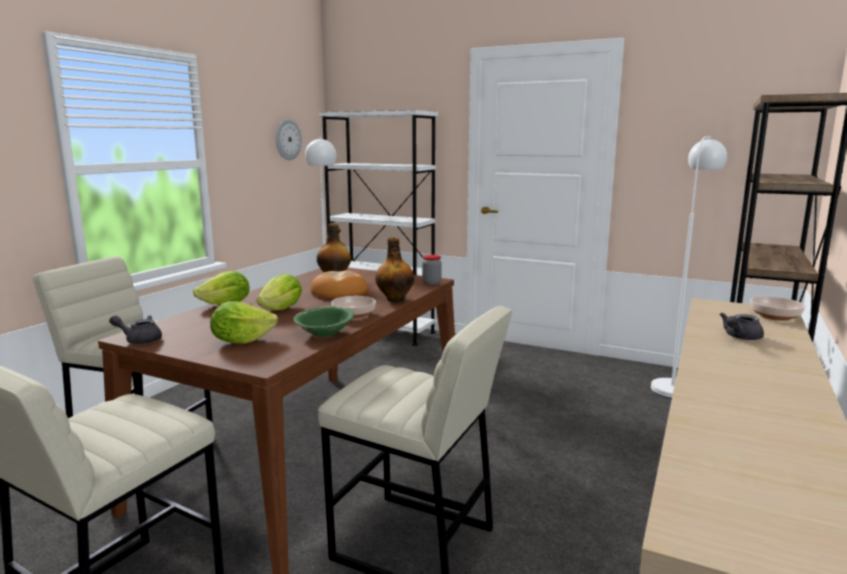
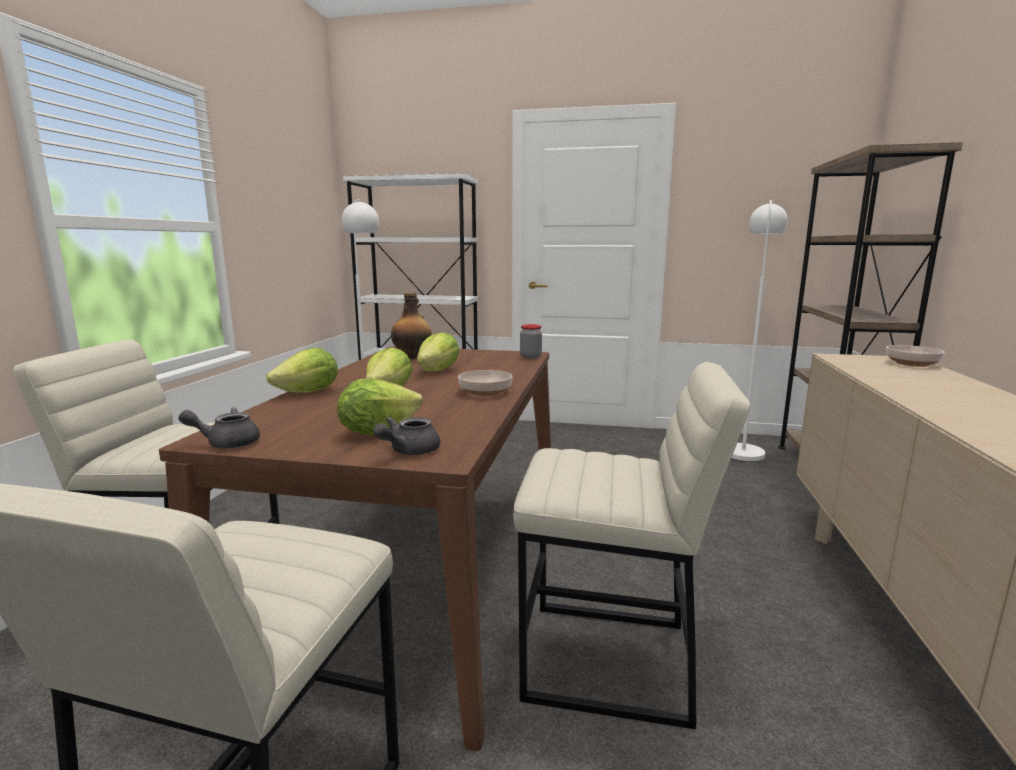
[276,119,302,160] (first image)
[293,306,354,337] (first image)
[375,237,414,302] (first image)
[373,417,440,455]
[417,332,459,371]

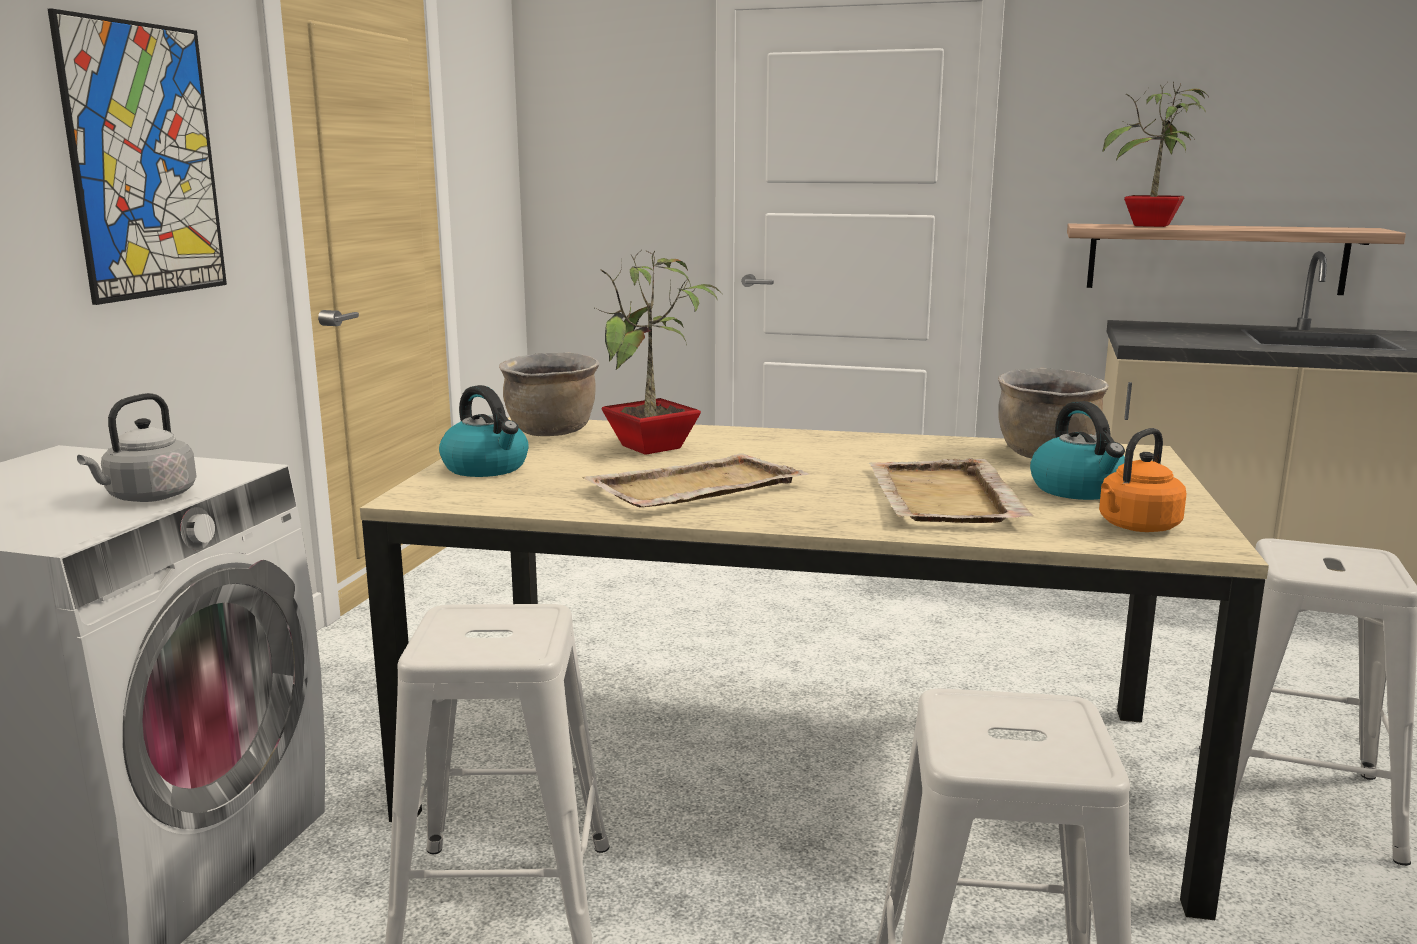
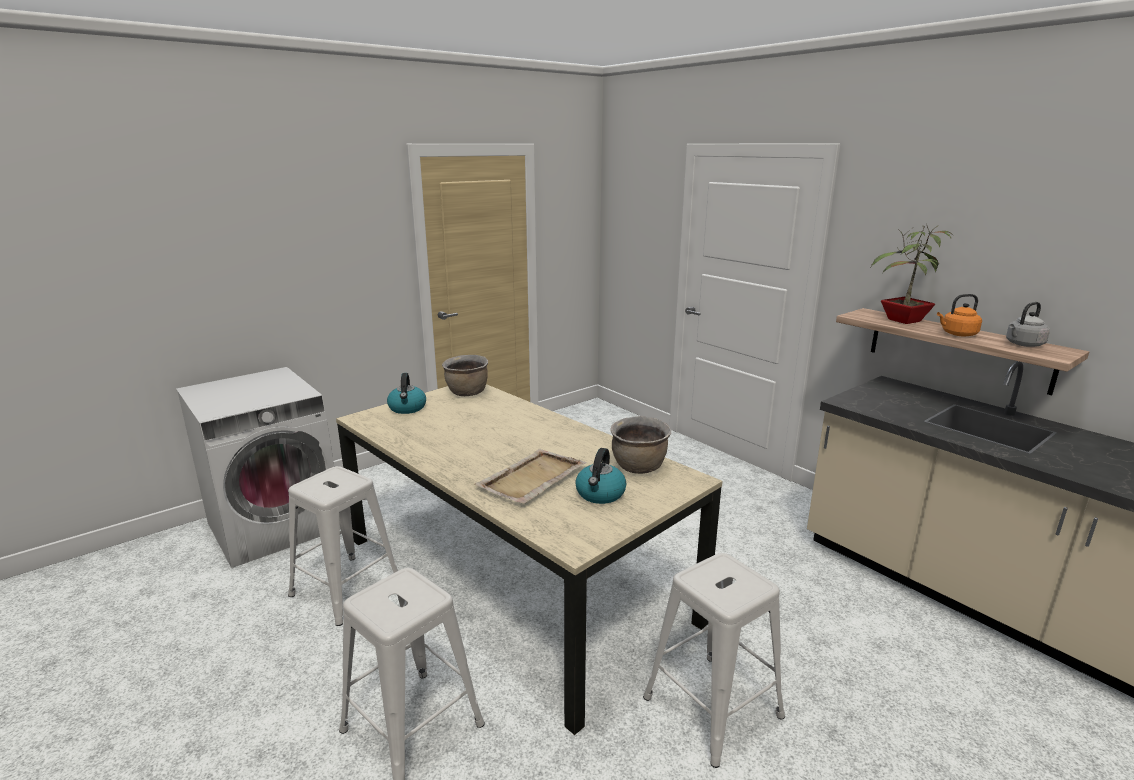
[48,9,227,305] (first image)
[582,453,809,507] (first image)
[595,250,723,455] (first image)
[1006,302,1050,347]
[937,294,982,336]

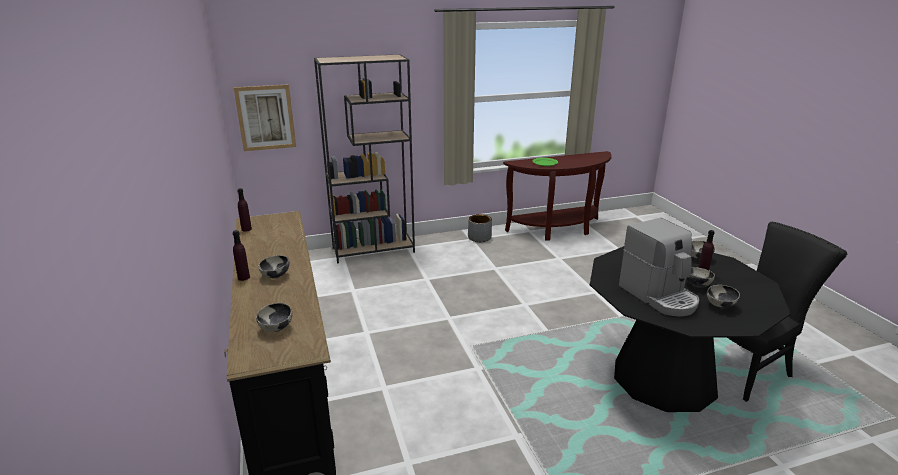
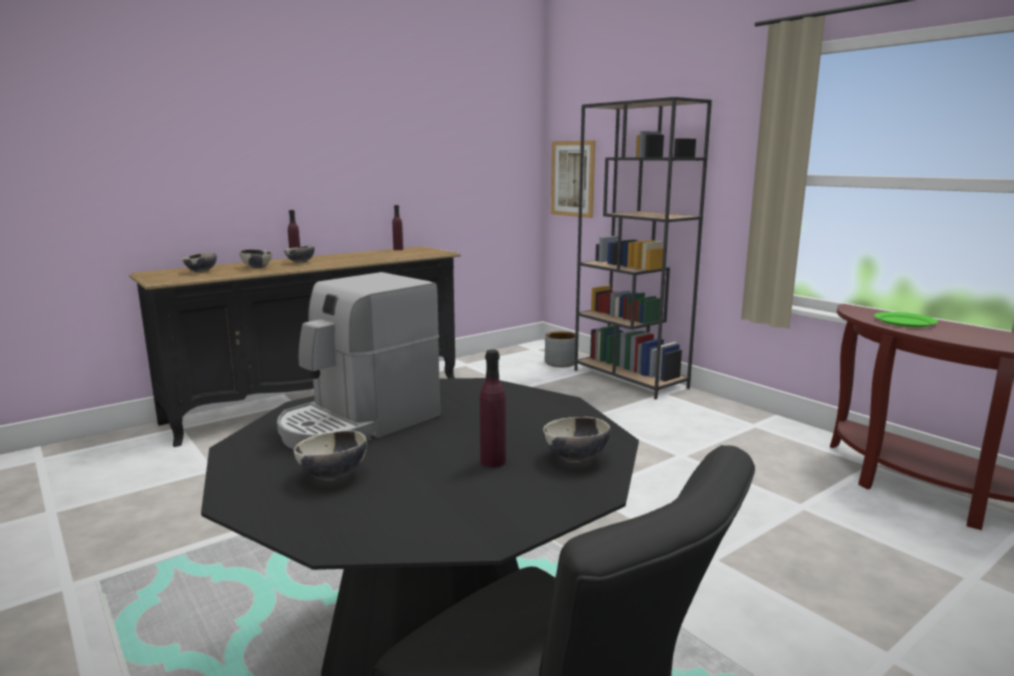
[545,331,575,367]
[240,249,273,268]

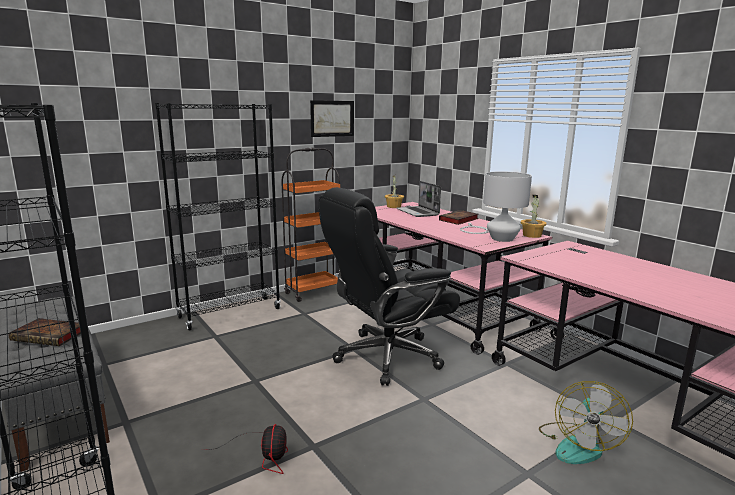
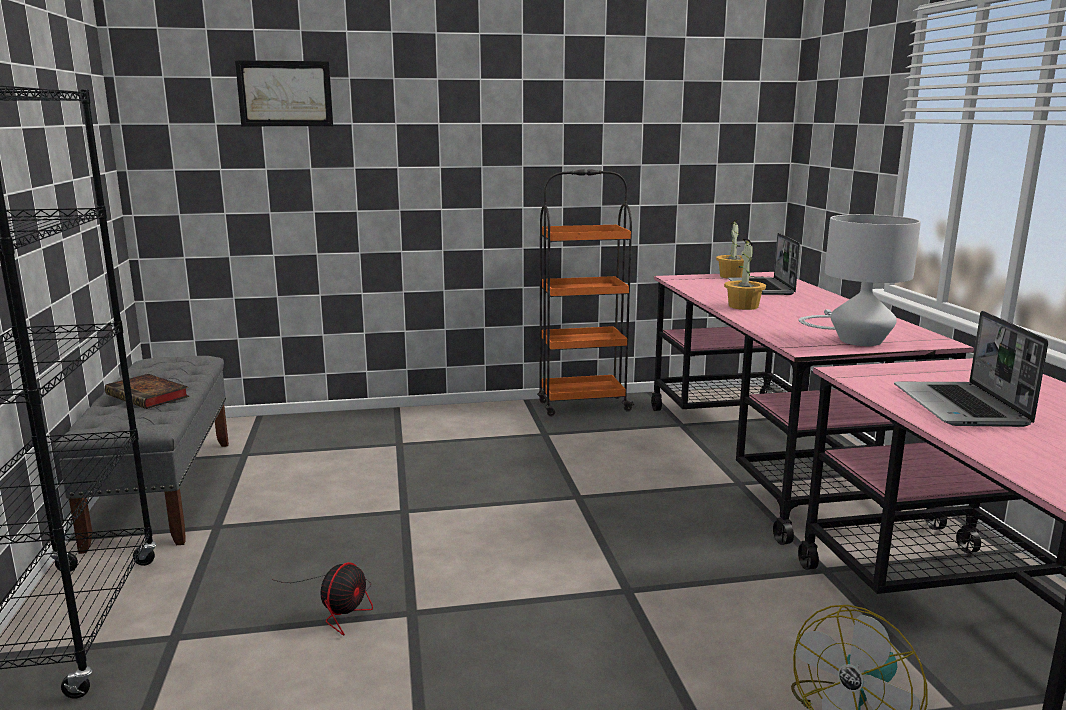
[155,103,281,331] (first image)
[319,187,460,386] (first image)
[439,210,479,225] (first image)
[894,311,1048,427]
[235,60,333,126]
[724,239,766,310]

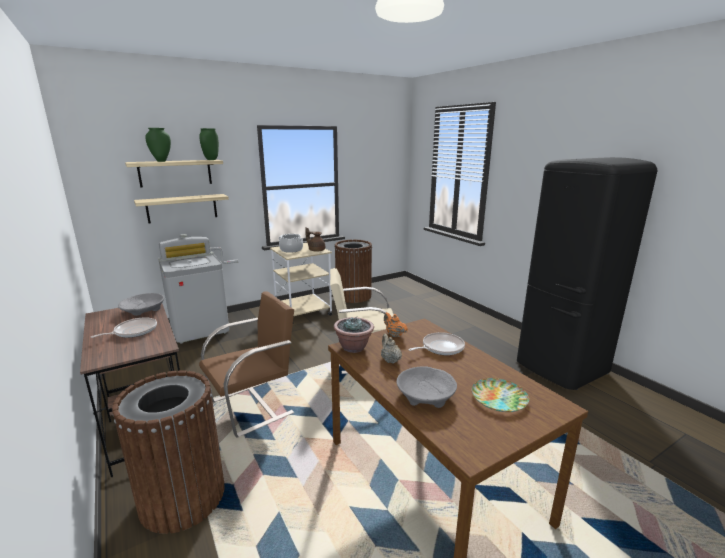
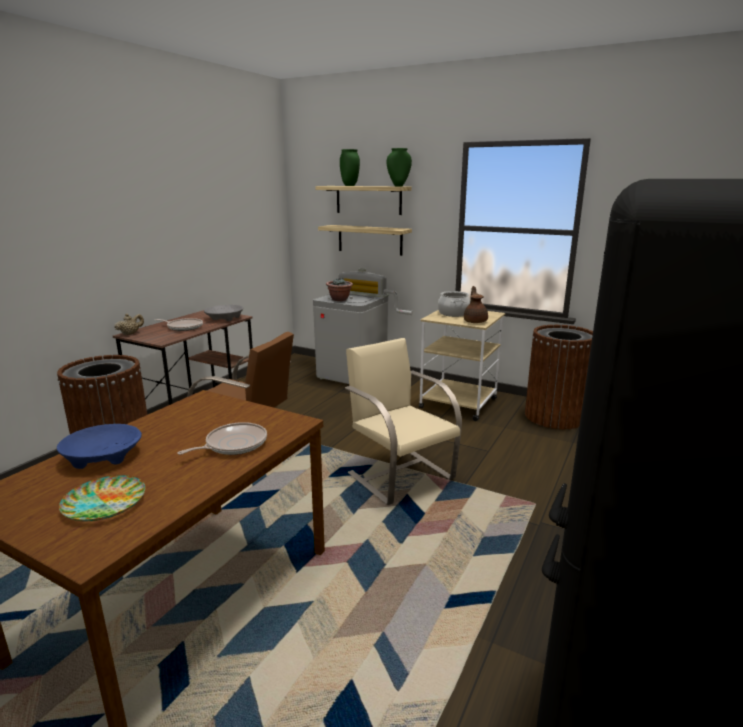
[384,312,408,337] (first image)
[326,278,353,301]
[114,313,144,335]
[57,424,142,469]
[177,422,267,455]

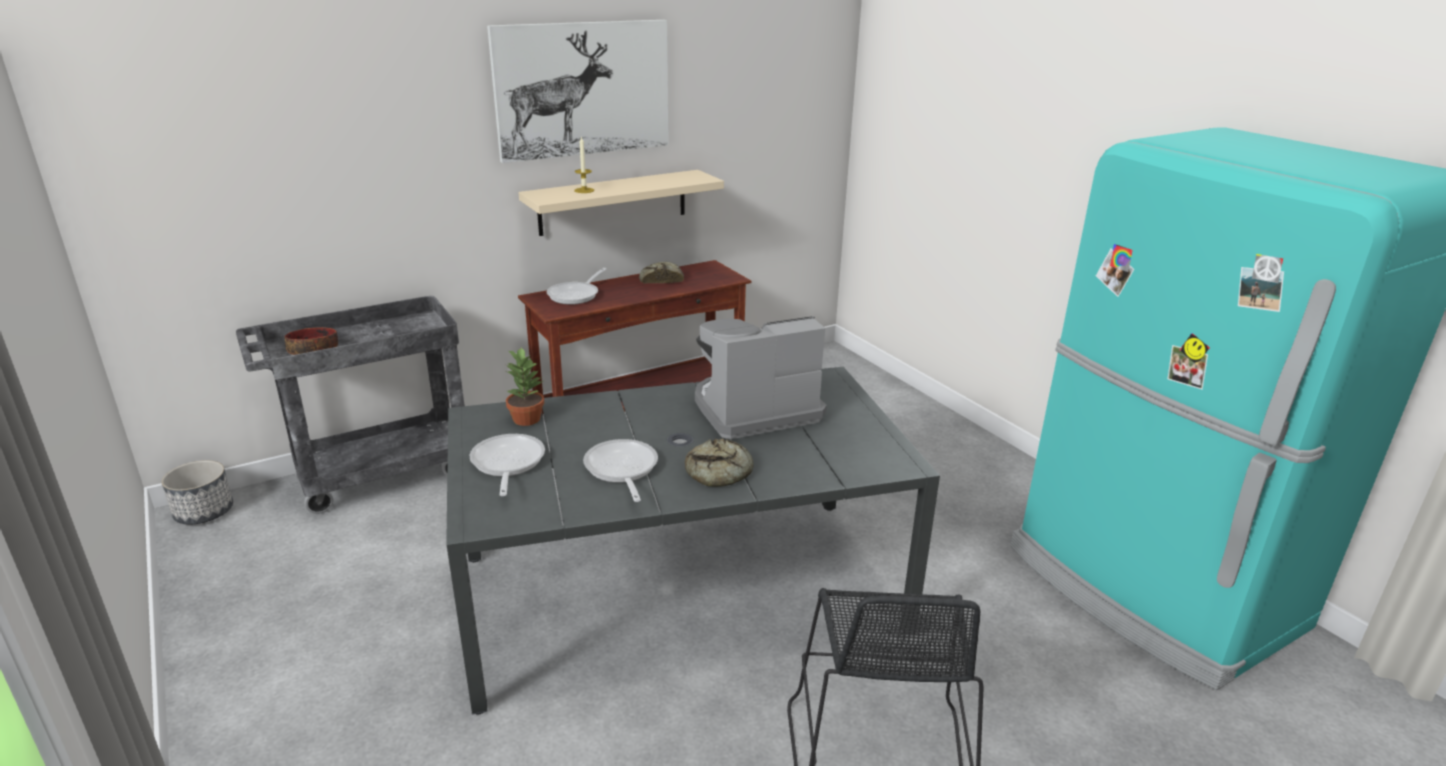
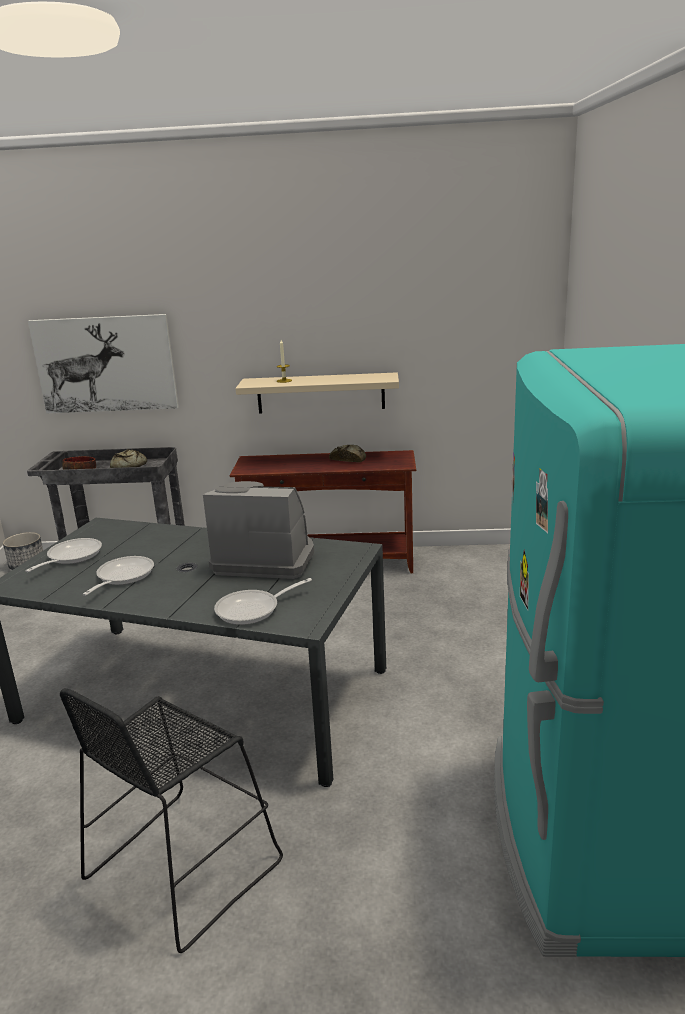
[506,347,544,426] (first image)
[28,314,179,413]
[214,578,312,625]
[110,449,147,468]

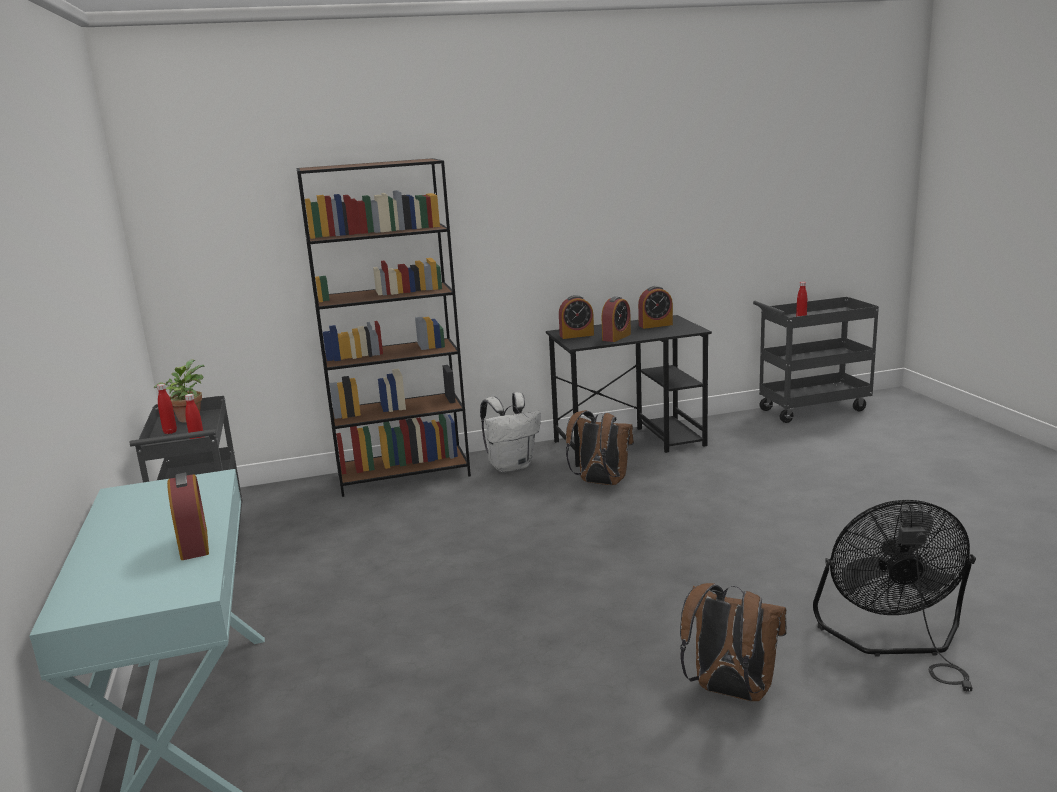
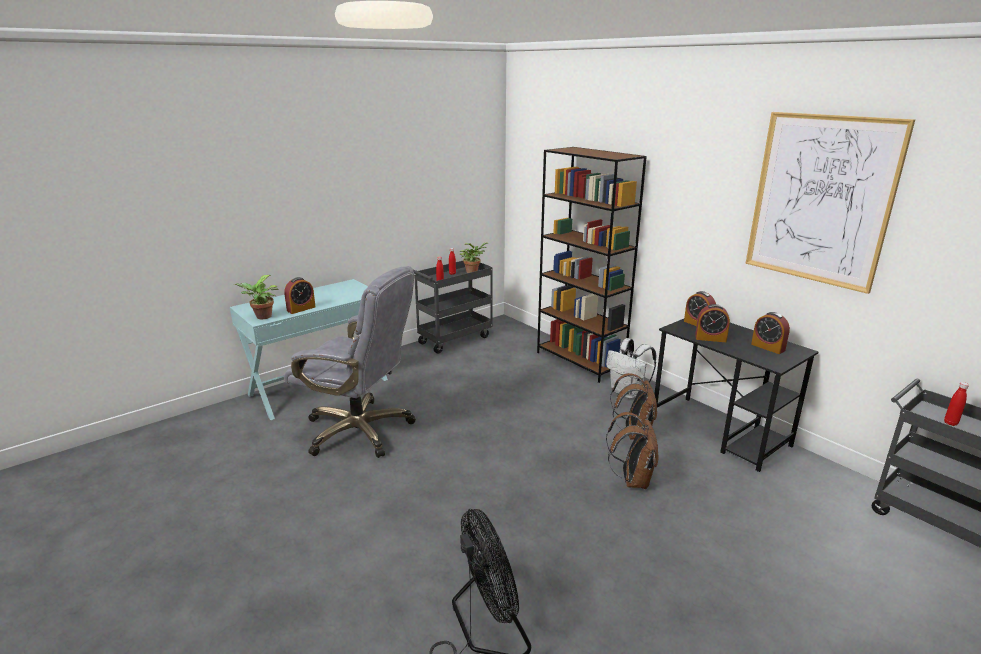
[234,275,278,319]
[284,266,416,458]
[745,112,916,294]
[606,412,658,489]

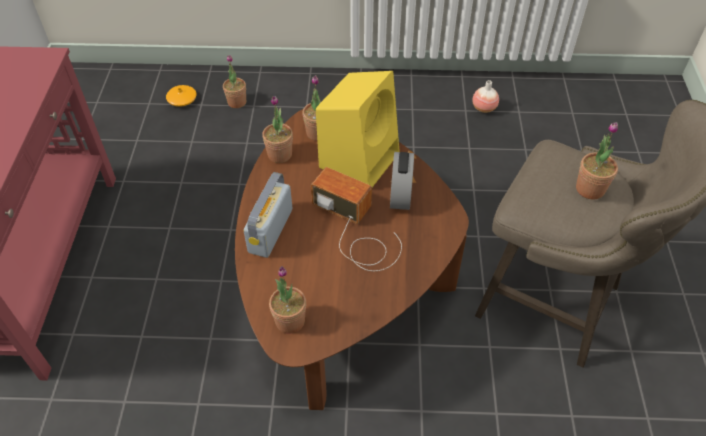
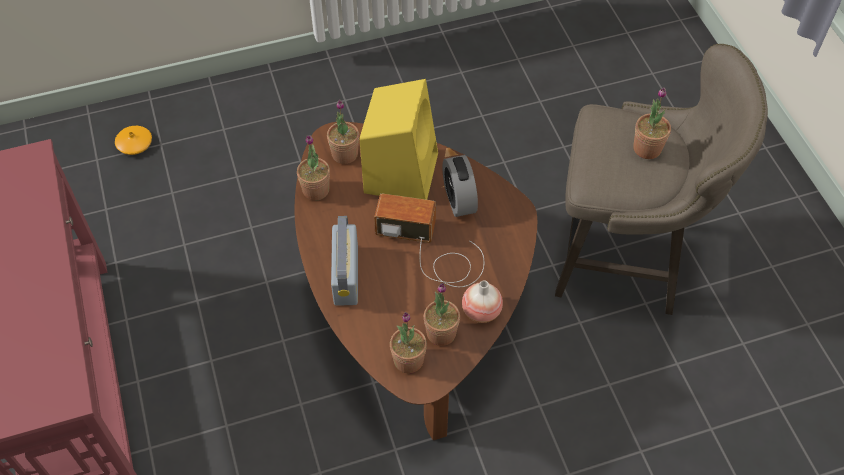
[424,283,460,346]
[462,280,503,323]

